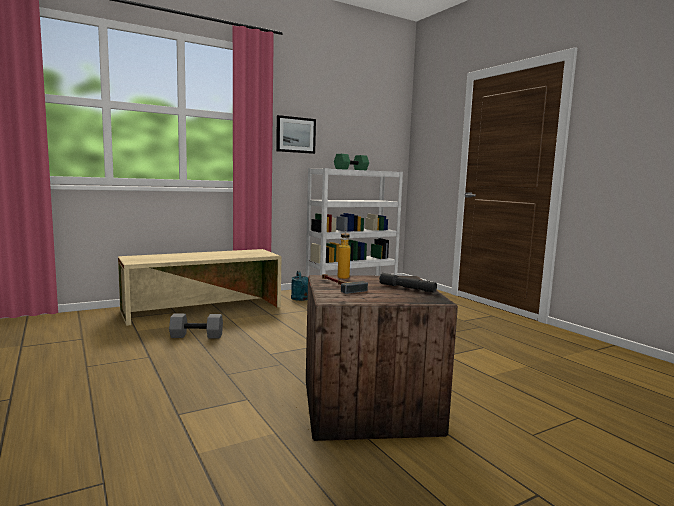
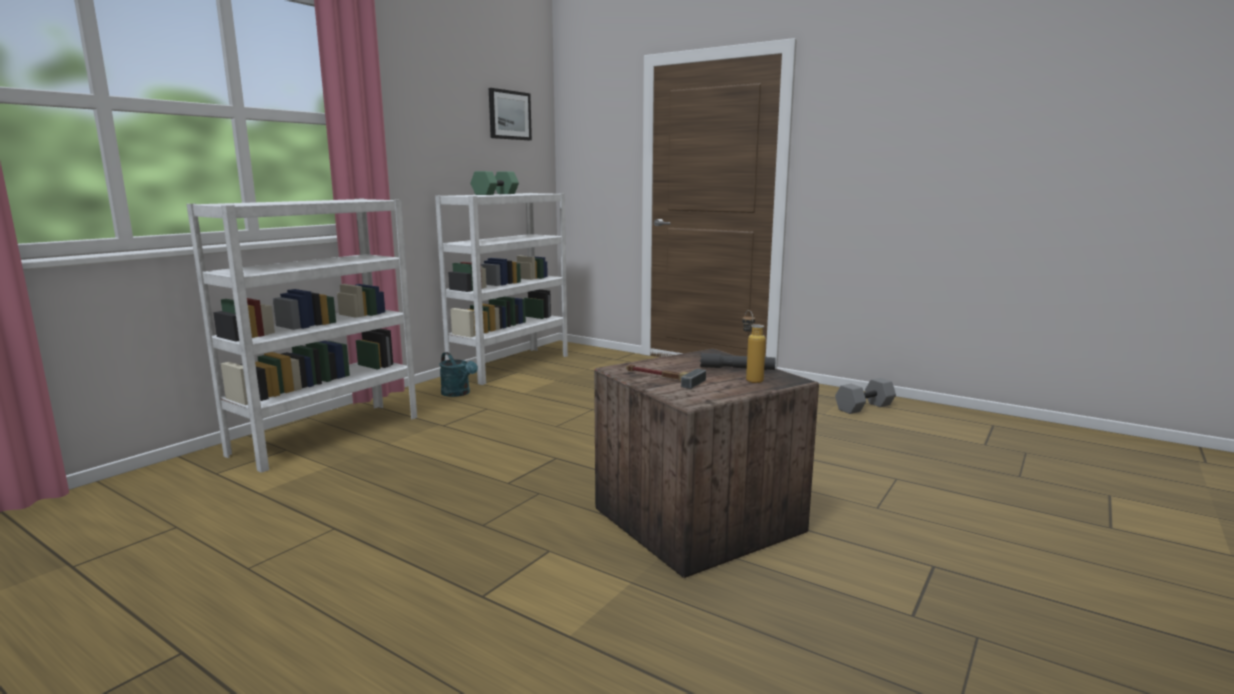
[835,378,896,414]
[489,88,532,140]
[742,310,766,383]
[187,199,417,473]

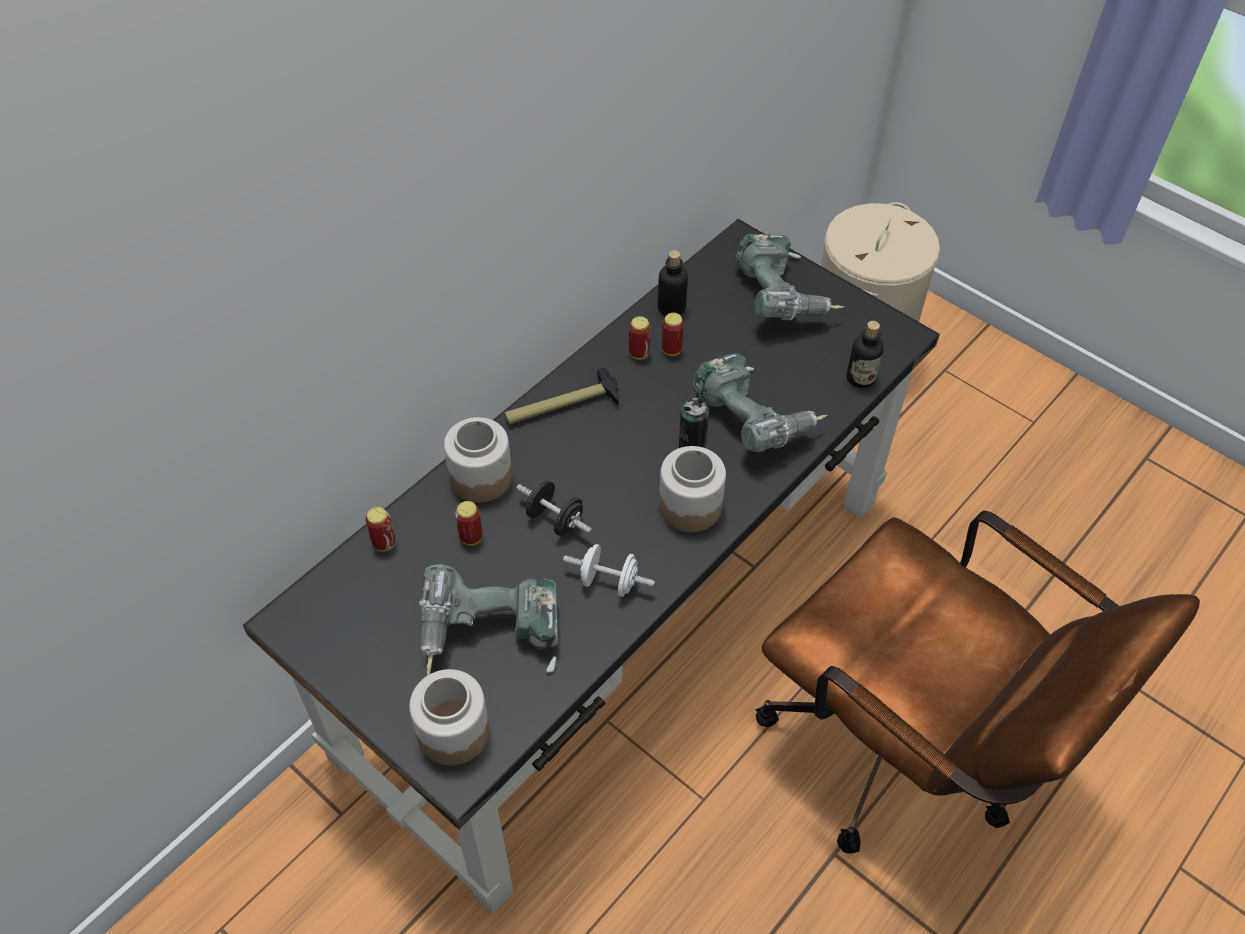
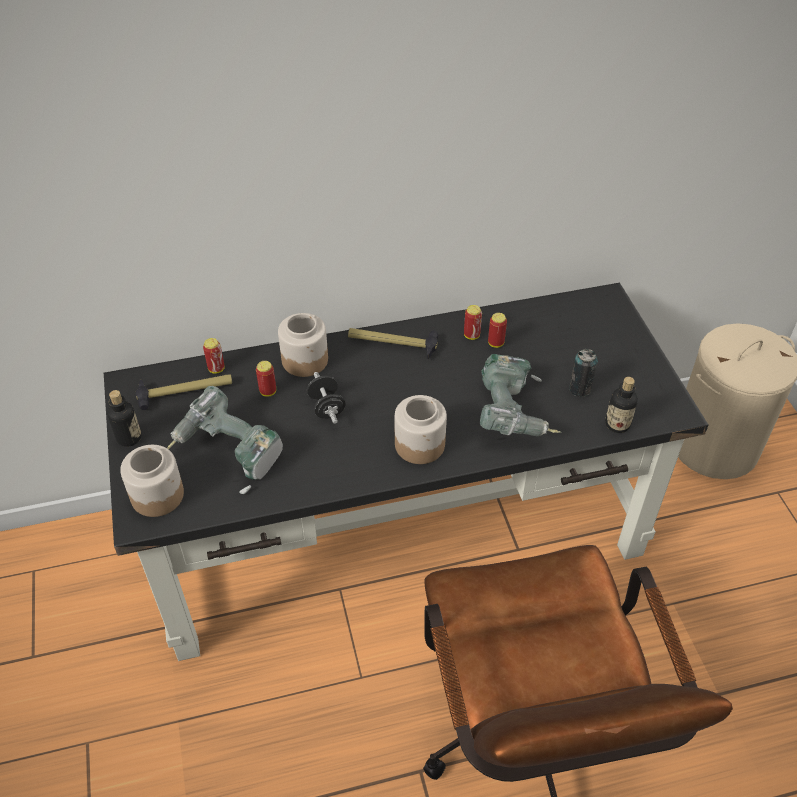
[563,544,655,597] (first image)
[736,234,845,320] (first image)
[136,374,232,410]
[107,390,141,447]
[569,348,598,397]

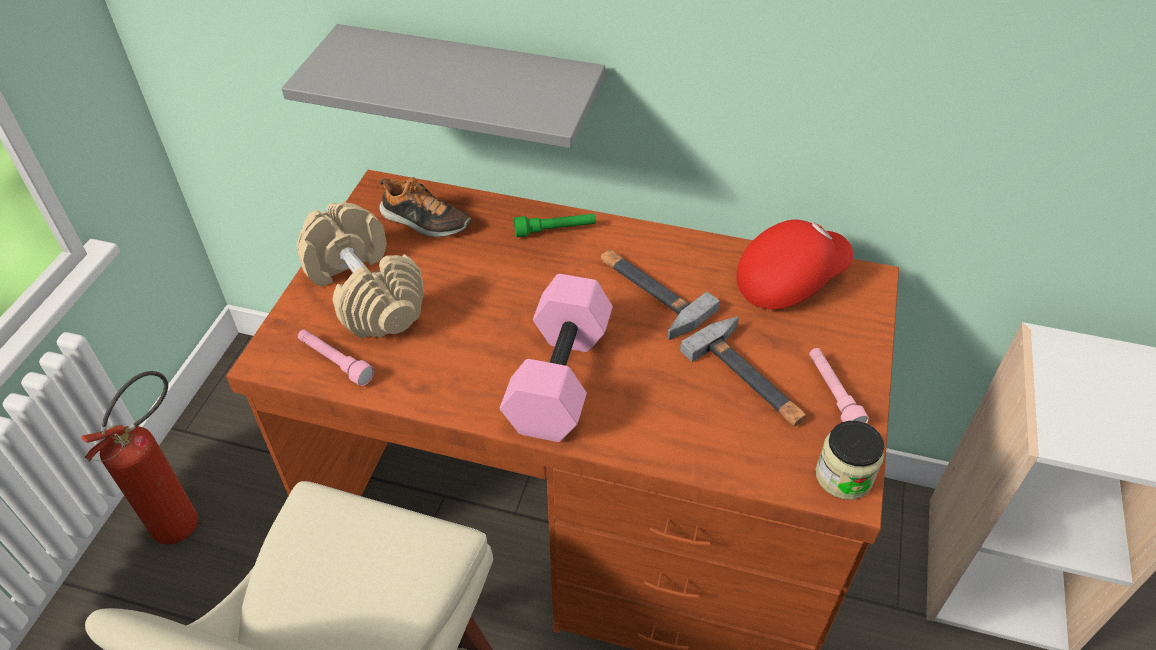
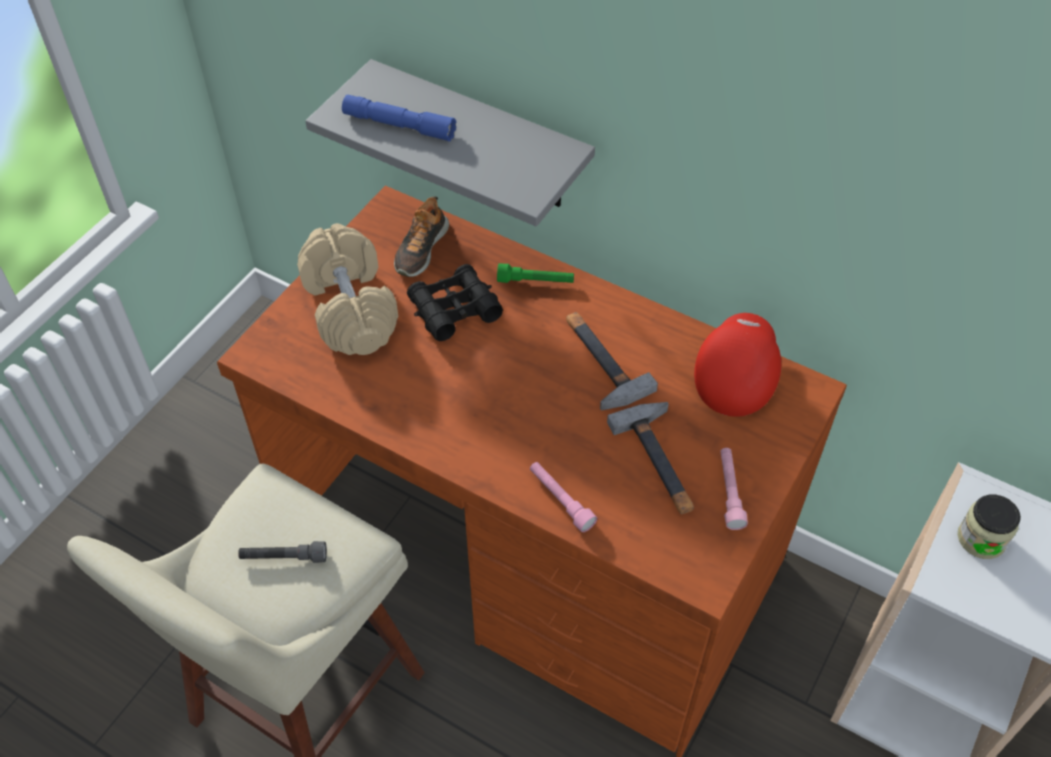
[81,371,198,544] (first image)
[500,274,613,442] (first image)
[238,541,327,563]
[342,95,456,142]
[407,264,503,341]
[530,462,597,532]
[958,495,1021,559]
[394,197,449,277]
[694,313,781,417]

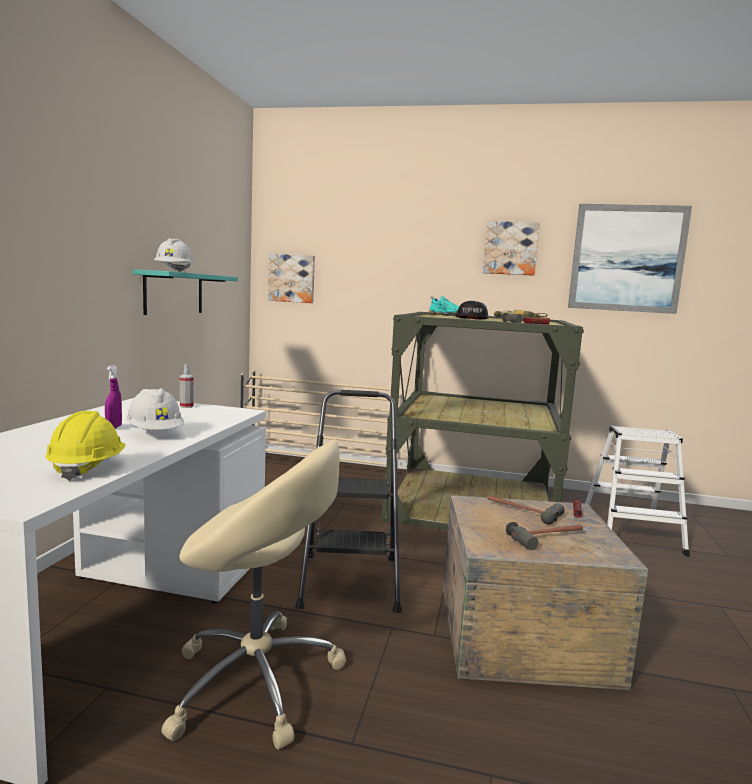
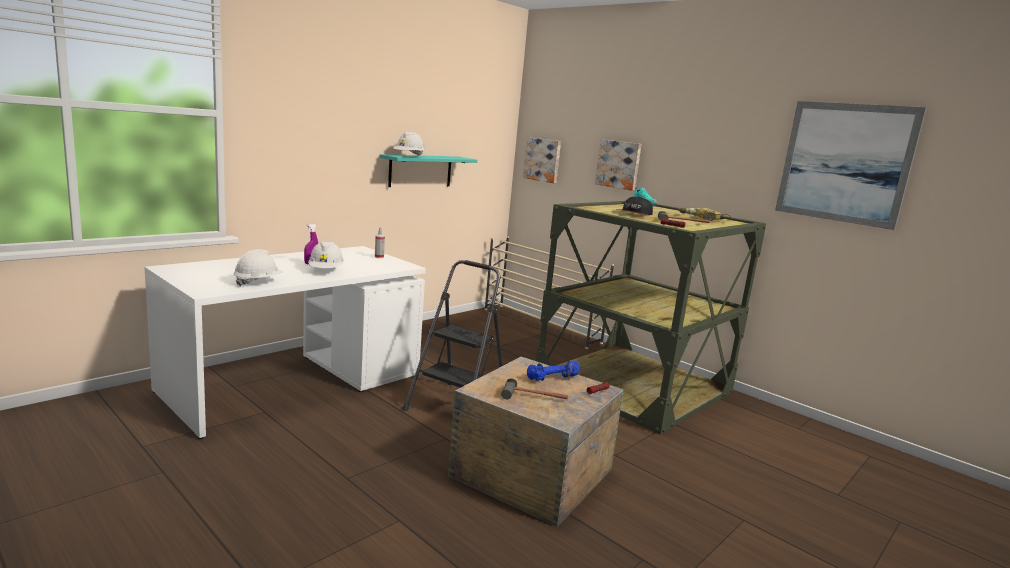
[161,439,346,750] (first image)
[585,425,690,557] (first image)
[595,140,641,191]
[527,360,580,381]
[234,249,283,287]

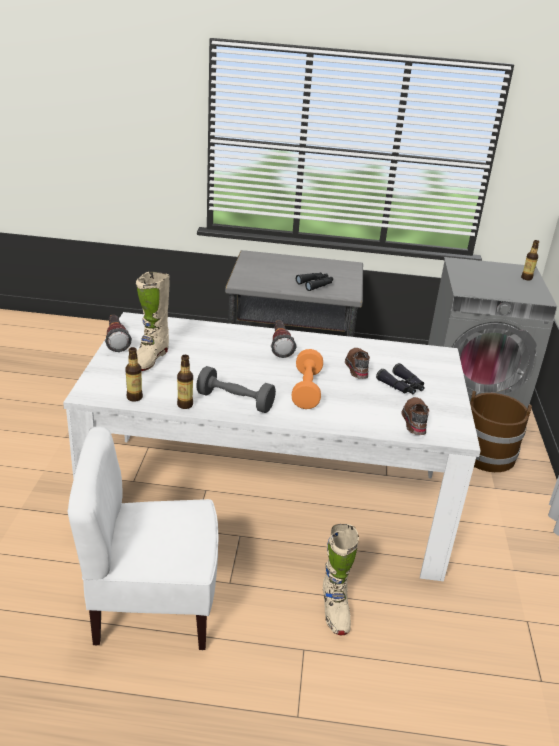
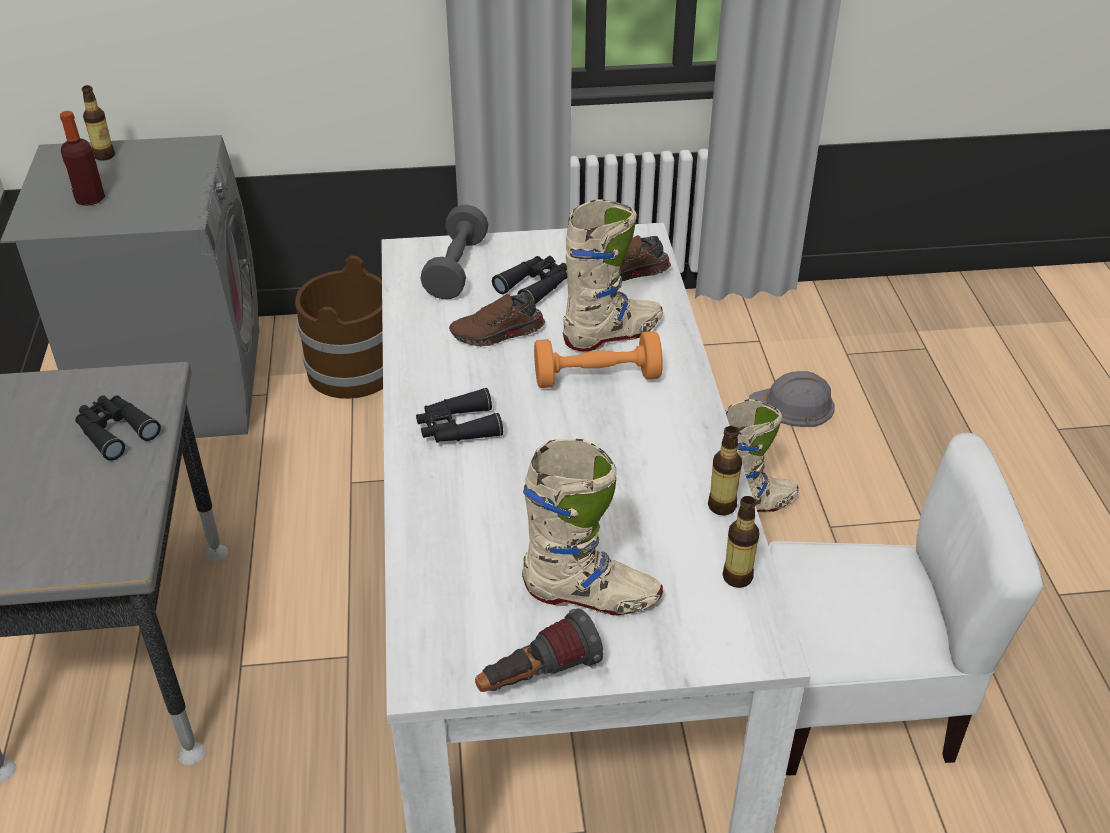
[60,111,105,206]
[563,200,663,351]
[749,371,835,427]
[420,205,488,299]
[416,388,503,443]
[769,433,1044,775]

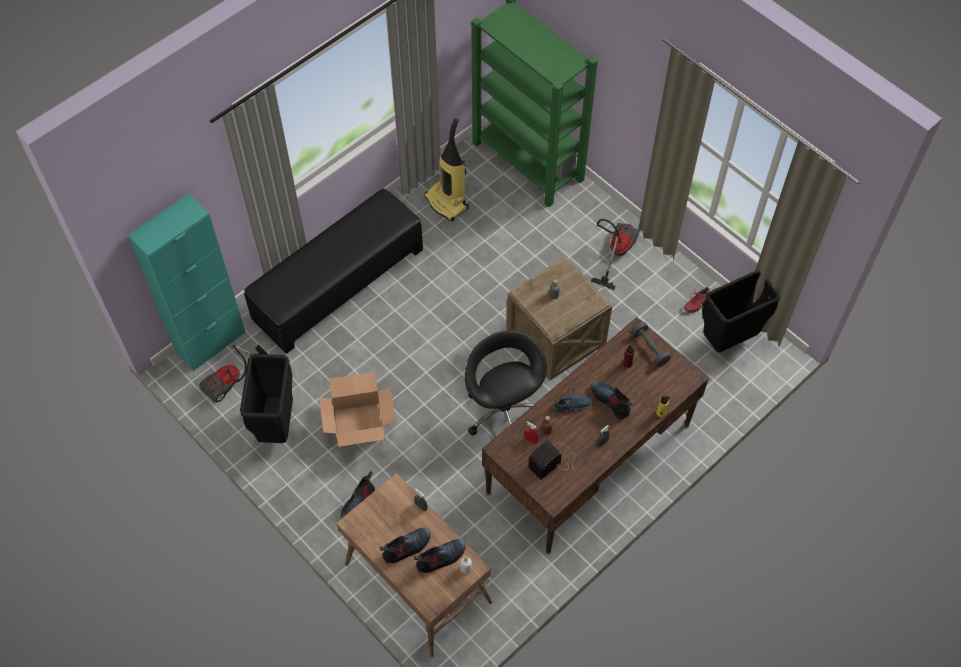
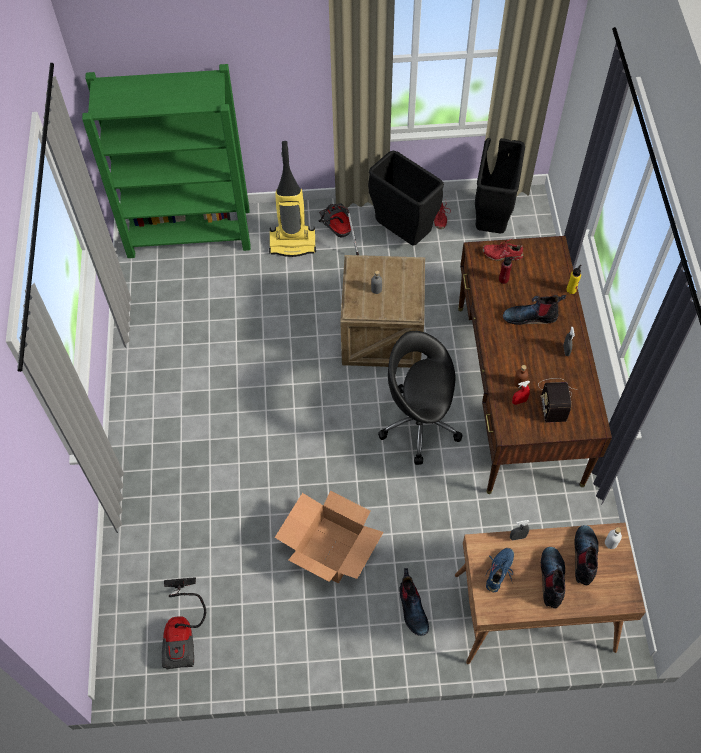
[128,194,246,371] (first image)
[244,189,423,354] (first image)
[368,150,444,246]
[269,141,316,257]
[485,548,514,592]
[483,239,523,261]

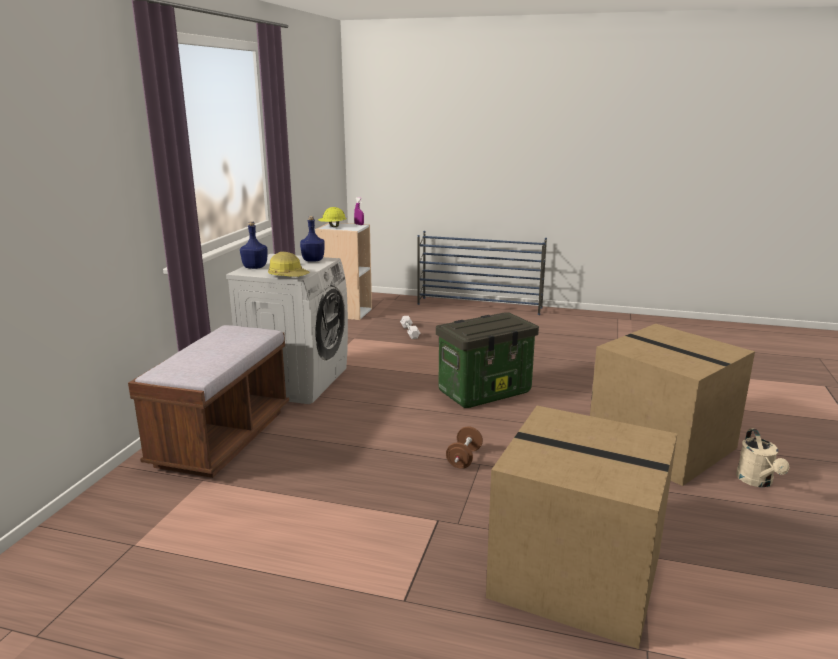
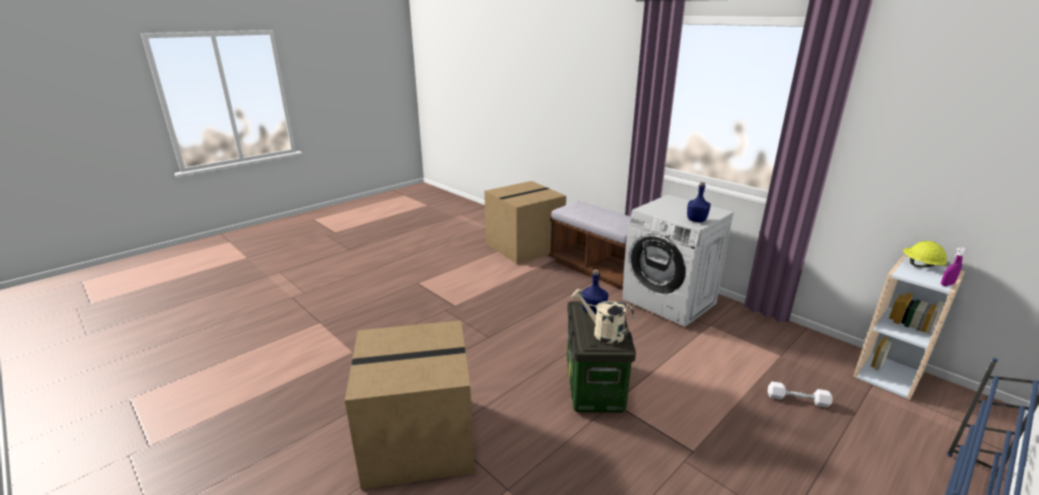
[268,252,310,277] (first image)
[446,426,483,469] (first image)
[581,269,608,315]
[484,181,566,264]
[572,289,634,344]

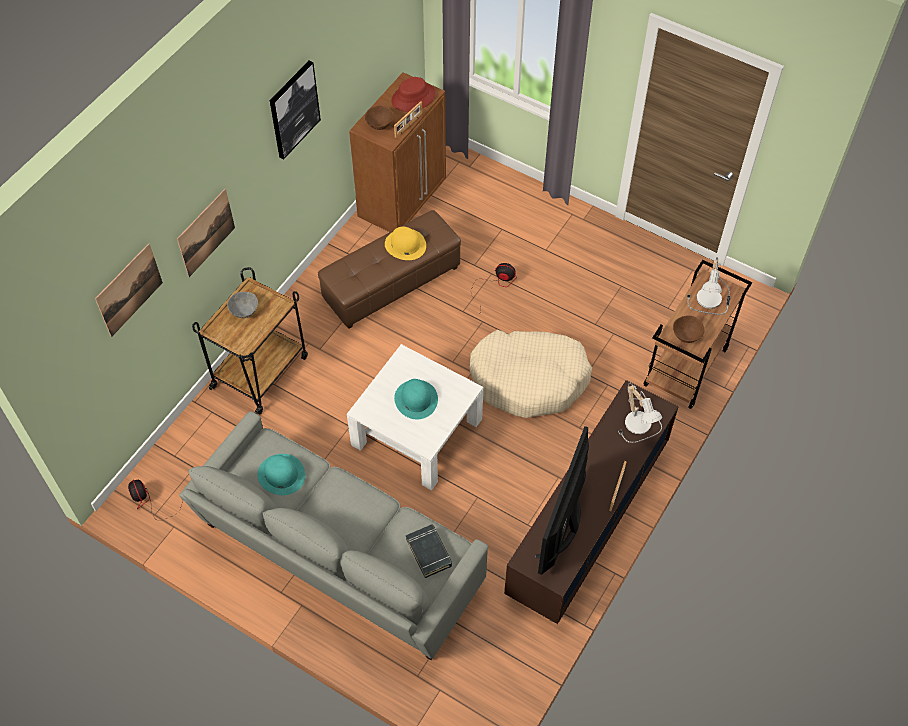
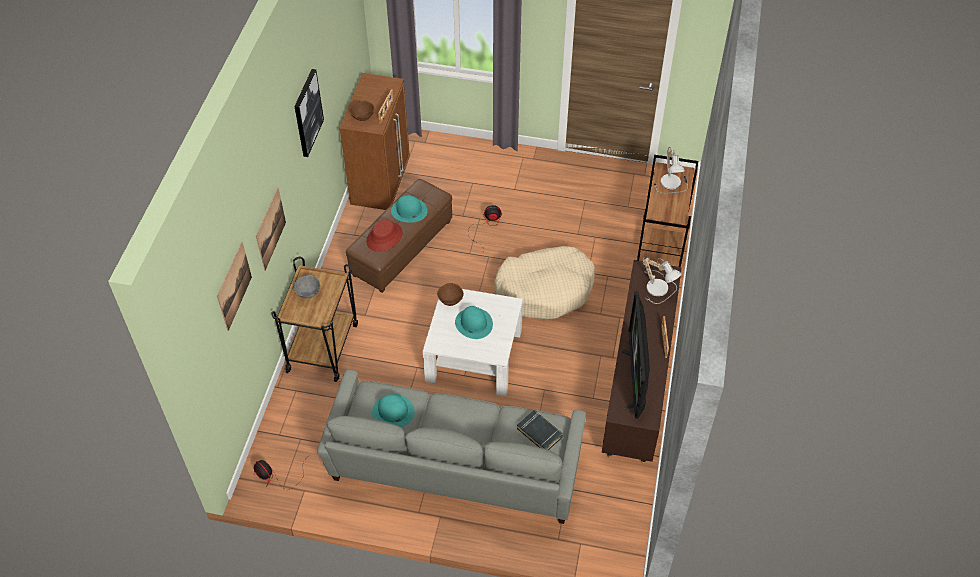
[366,220,403,252]
[437,283,464,306]
[391,195,427,223]

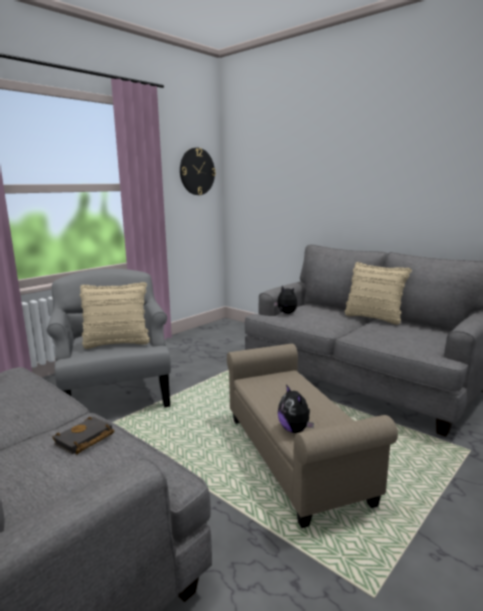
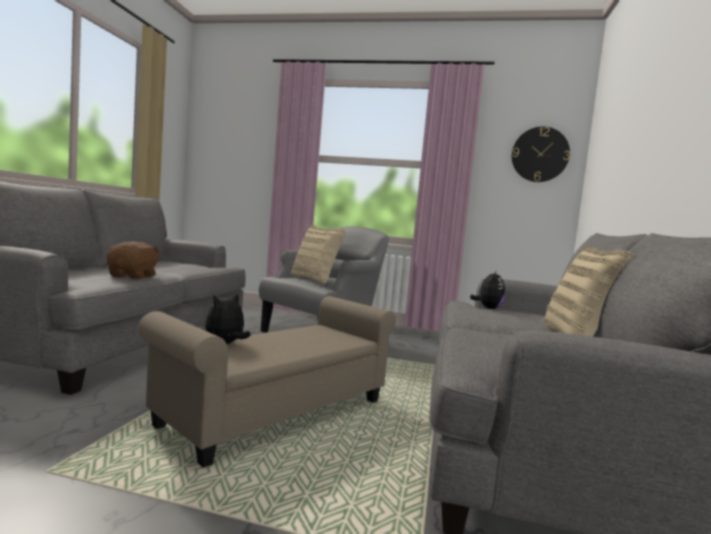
[107,241,161,279]

